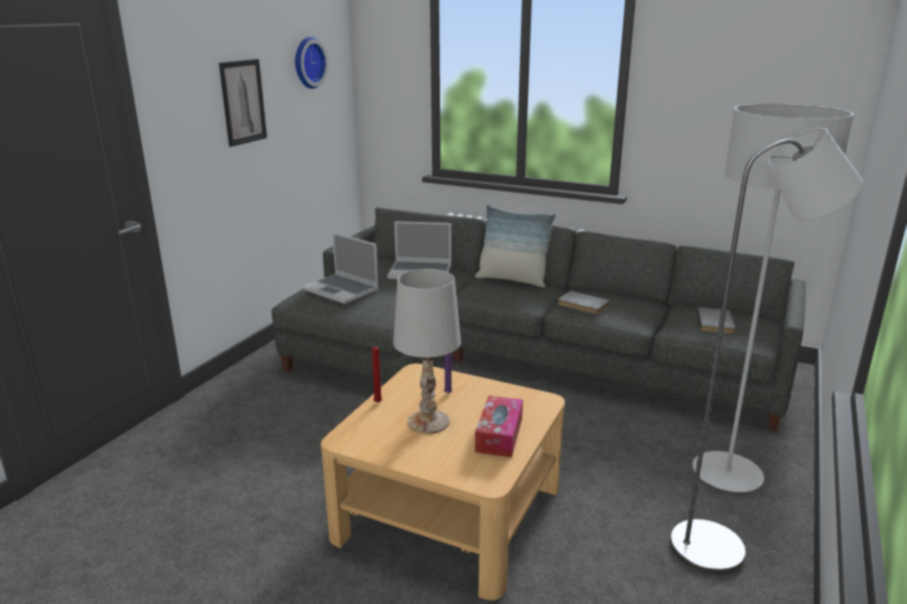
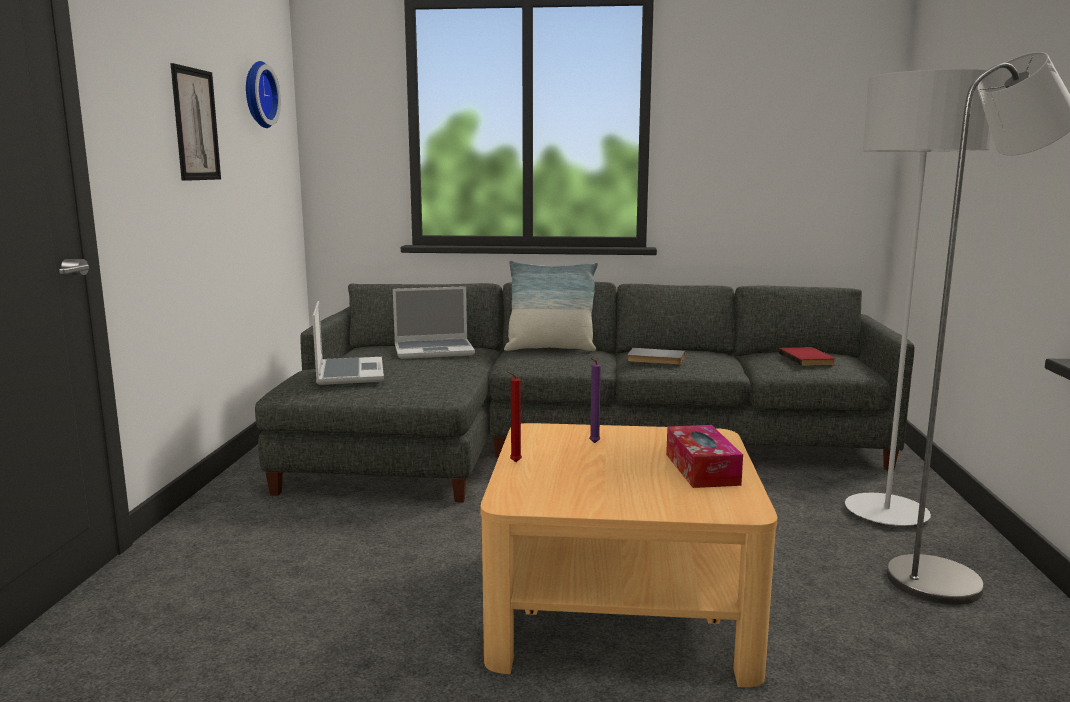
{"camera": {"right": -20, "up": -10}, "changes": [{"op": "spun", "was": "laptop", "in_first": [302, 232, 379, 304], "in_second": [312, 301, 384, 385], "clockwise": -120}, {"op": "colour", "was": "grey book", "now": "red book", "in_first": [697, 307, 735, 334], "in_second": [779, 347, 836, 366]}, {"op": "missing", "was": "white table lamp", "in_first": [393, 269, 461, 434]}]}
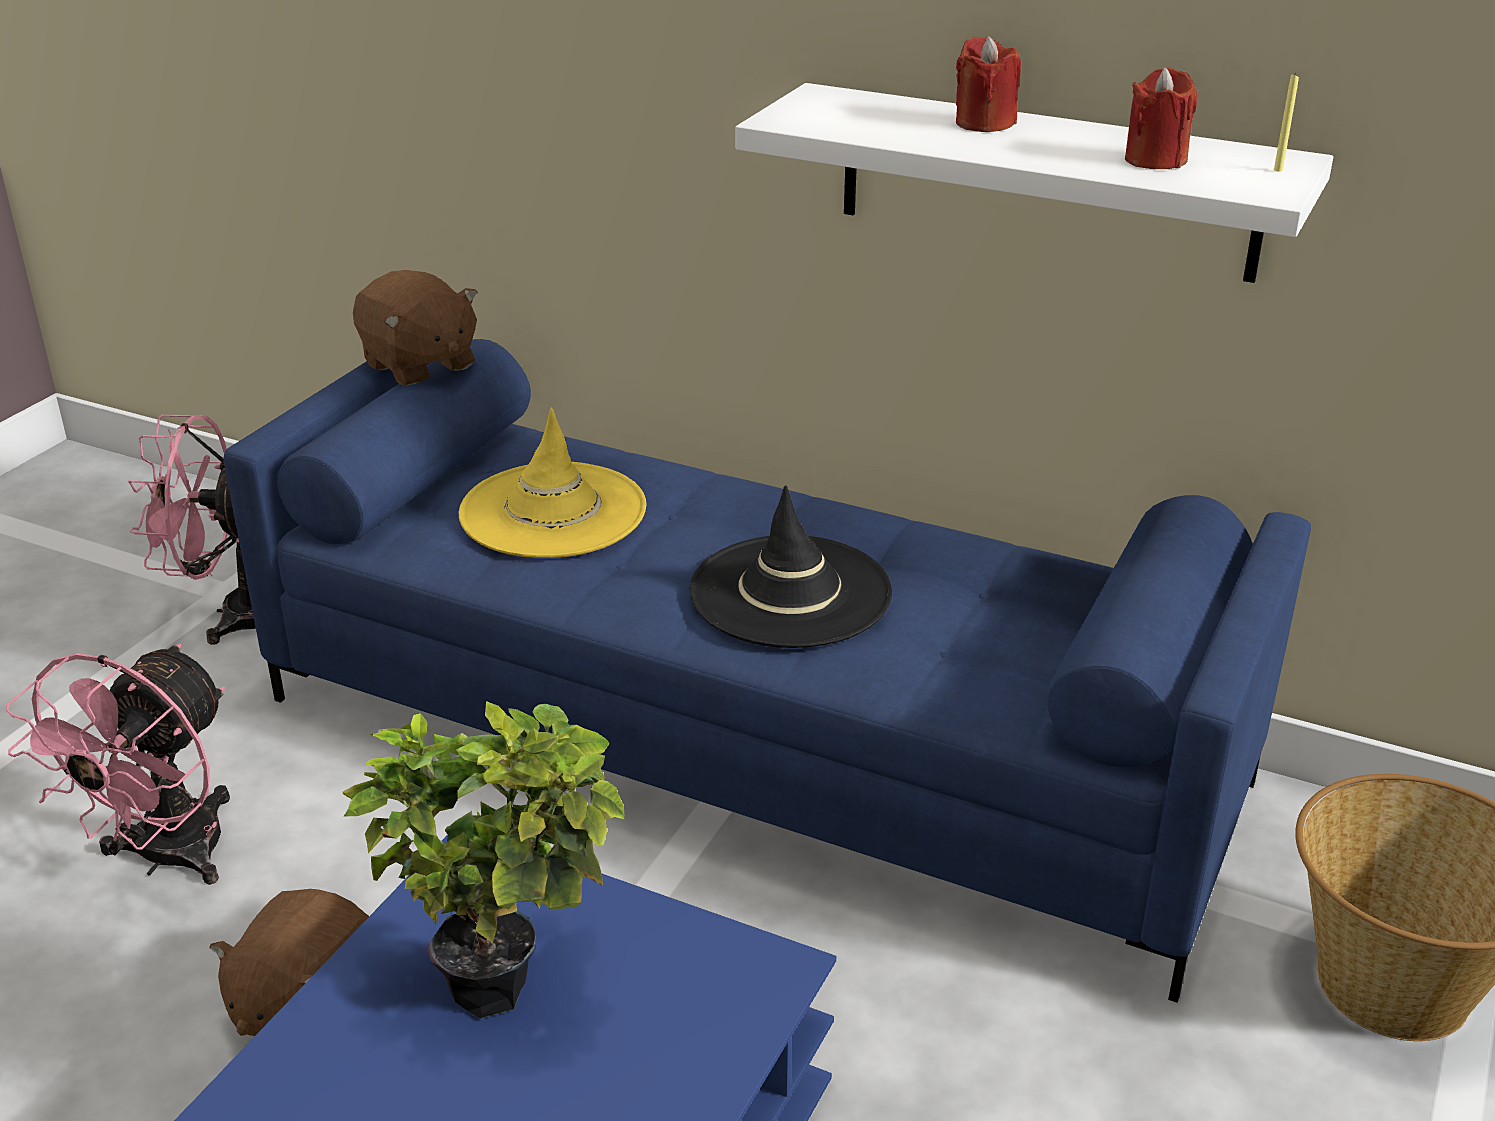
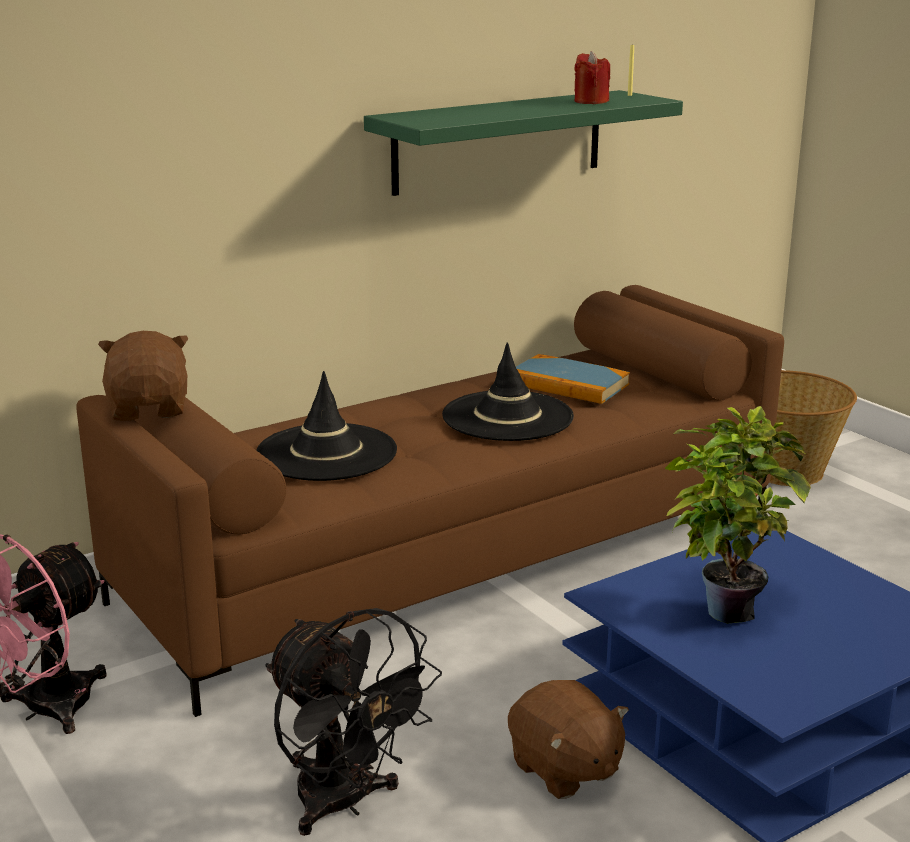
{"camera": {"right": -60, "up": -10}, "changes": [{"op": "colour", "was": "blue sofa", "now": "brown sofa", "in_first": [224, 339, 1311, 1003], "in_second": [77, 285, 784, 717]}, {"op": "spun", "was": "brown plush toy", "in_first": [353, 270, 478, 386], "in_second": [98, 331, 189, 421], "clockwise": -90}, {"op": "colour", "was": "yellow hat", "now": "black hat", "in_first": [459, 408, 647, 558], "in_second": [256, 371, 397, 481]}, {"op": "colour", "was": "pink fan", "now": "black fan", "in_first": [6, 643, 230, 885], "in_second": [265, 608, 442, 836]}, {"op": "colour", "was": "white shelf", "now": "green shelf", "in_first": [736, 83, 1333, 283], "in_second": [364, 90, 683, 196]}, {"op": "appeared", "now": "book", "in_second": [516, 354, 630, 404]}, {"op": "missing", "was": "red candle", "in_first": [956, 36, 1021, 132]}]}
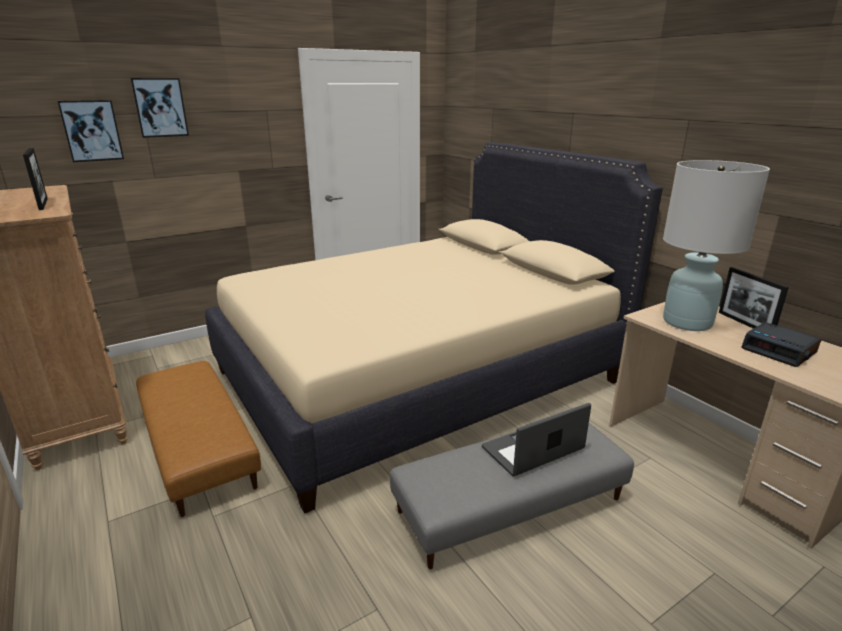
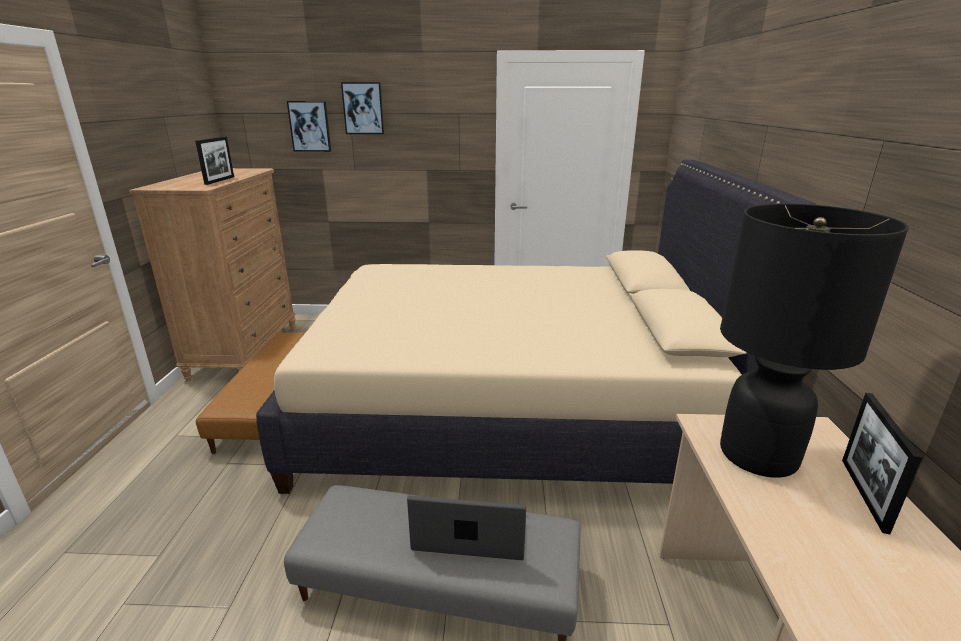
{"camera": {"right": 35, "up": 0}, "changes": [{"op": "colour", "was": "white table lamp", "now": "black table lamp", "in_first": [663, 160, 770, 331], "in_second": [720, 204, 909, 478]}, {"op": "missing", "was": "alarm clock", "in_first": [742, 322, 821, 367]}]}
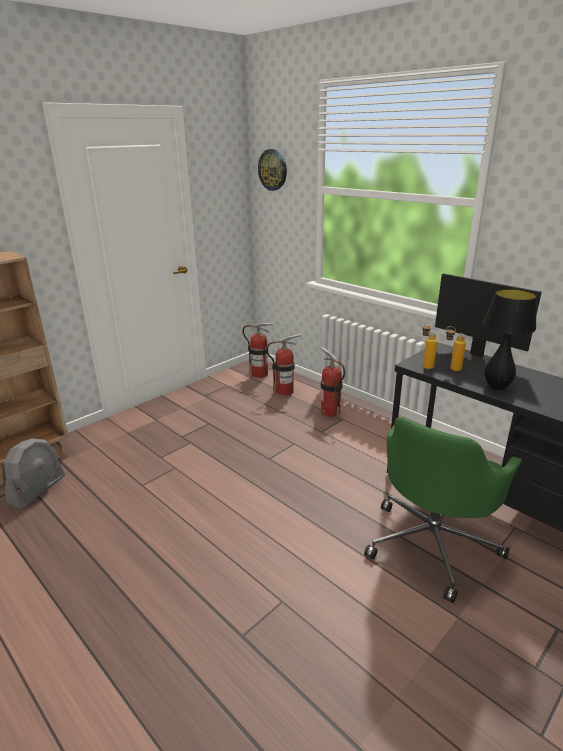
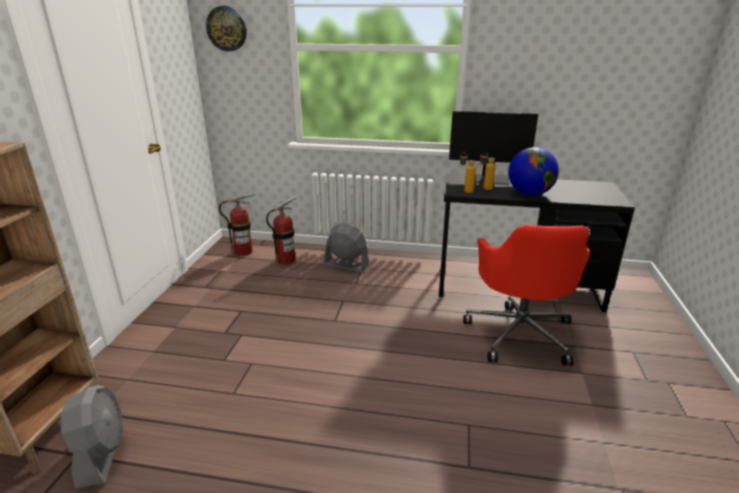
{"camera": {"right": -35, "up": 0}, "changes": [{"op": "exchanged", "was": "fire extinguisher", "now": "grey fan", "in_first": [320, 346, 345, 417], "in_second": [323, 223, 369, 273]}, {"op": "colour", "was": "green office chair", "now": "red office chair", "in_first": [364, 417, 522, 603], "in_second": [463, 225, 590, 366]}, {"op": "exchanged", "was": "black table lamp", "now": "globe", "in_first": [483, 289, 537, 390], "in_second": [508, 147, 559, 196]}]}
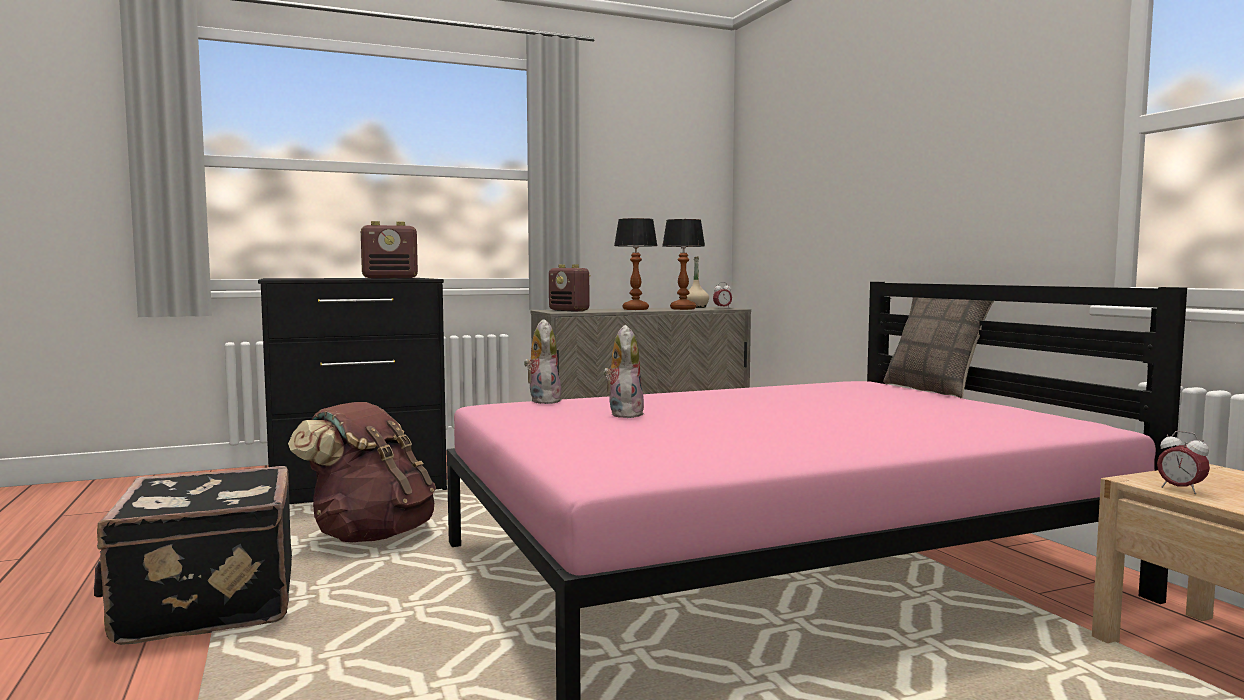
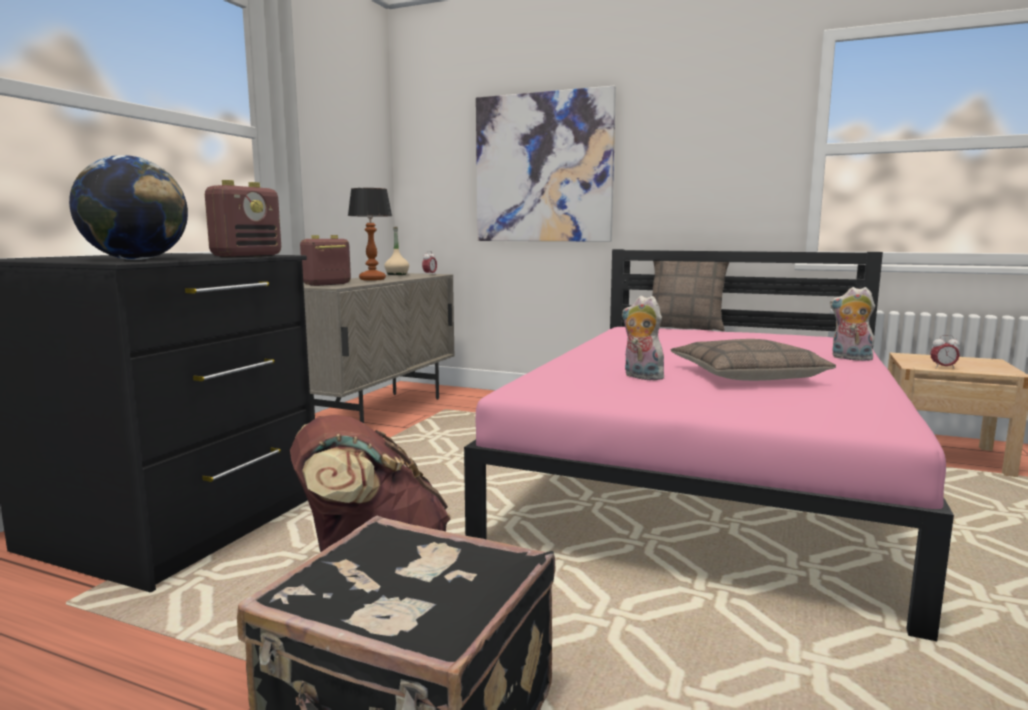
{"camera": {"right": -45, "up": 5}, "changes": [{"op": "appeared", "now": "globe", "in_second": [69, 155, 188, 260]}, {"op": "spun", "was": "radio", "in_first": [549, 264, 591, 312], "in_second": [300, 235, 351, 286], "clockwise": 135}, {"op": "appeared", "now": "picture", "in_second": [476, 86, 616, 242]}, {"op": "appeared", "now": "pillow", "in_second": [671, 339, 836, 381]}, {"op": "relocated", "was": "plush toy", "in_first": [524, 319, 561, 404], "in_second": [830, 287, 875, 361]}, {"op": "missing", "was": "table lamp", "in_first": [662, 219, 705, 310]}]}
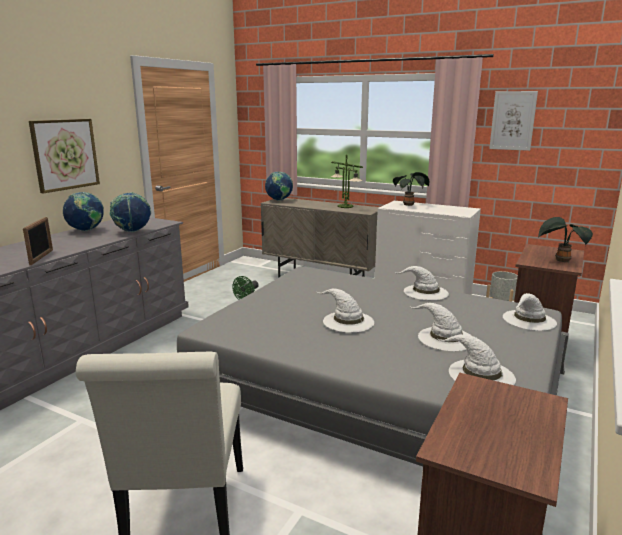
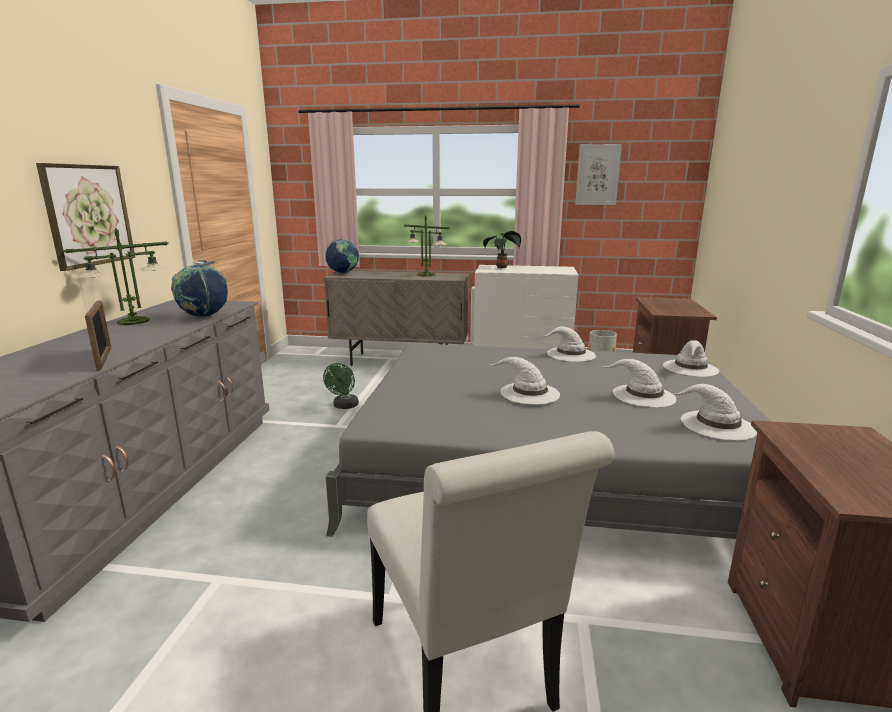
{"camera": {"right": -20, "up": 0}, "changes": [{"op": "exchanged", "was": "globe", "now": "table lamp", "in_first": [63, 192, 104, 231], "in_second": [64, 228, 169, 325]}, {"op": "missing", "was": "potted plant", "in_first": [538, 217, 593, 262]}]}
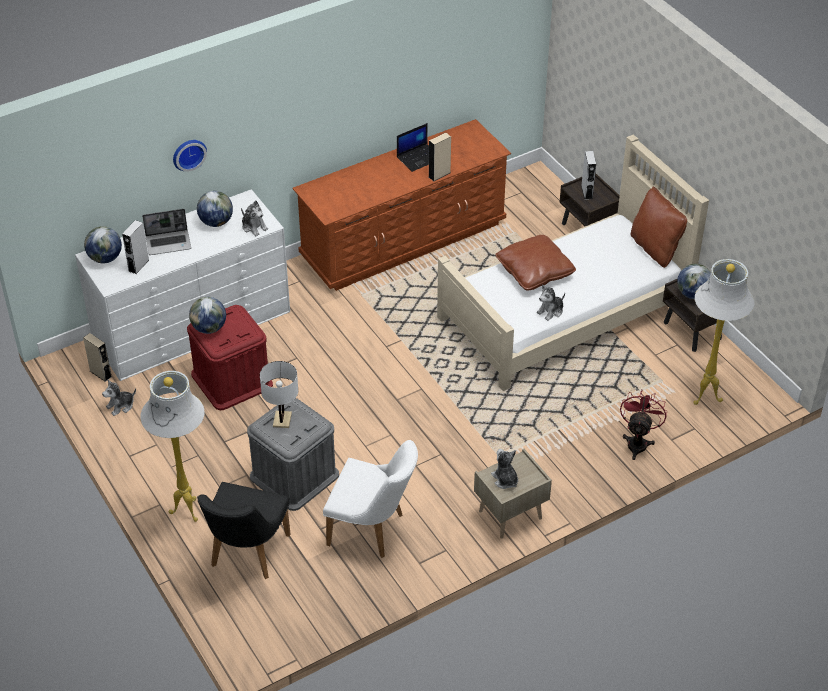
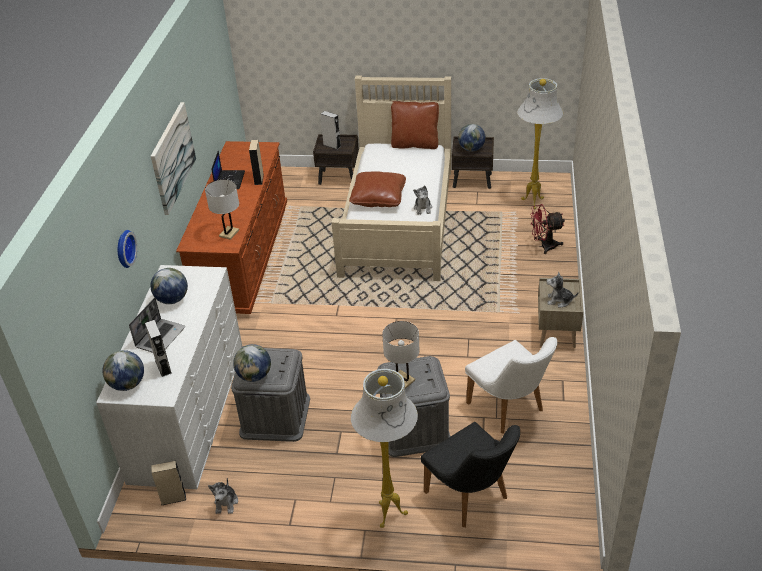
{"camera": {"right": -50, "up": -5}, "changes": [{"op": "appeared", "now": "picture", "in_second": [151, 102, 196, 215]}, {"op": "appeared", "now": "white table lamp", "in_second": [205, 179, 239, 240]}, {"op": "colour", "was": "red storage box", "now": "grey storage box", "in_first": [187, 305, 273, 410], "in_second": [231, 348, 310, 442]}, {"op": "spun", "was": "white chair", "in_first": [323, 440, 418, 558], "in_second": [465, 337, 557, 434], "clockwise": 90}, {"op": "spun", "was": "red fan", "in_first": [620, 390, 667, 460], "in_second": [530, 204, 565, 254], "clockwise": -60}, {"op": "missing", "was": "plush toy", "in_first": [241, 200, 268, 236]}]}
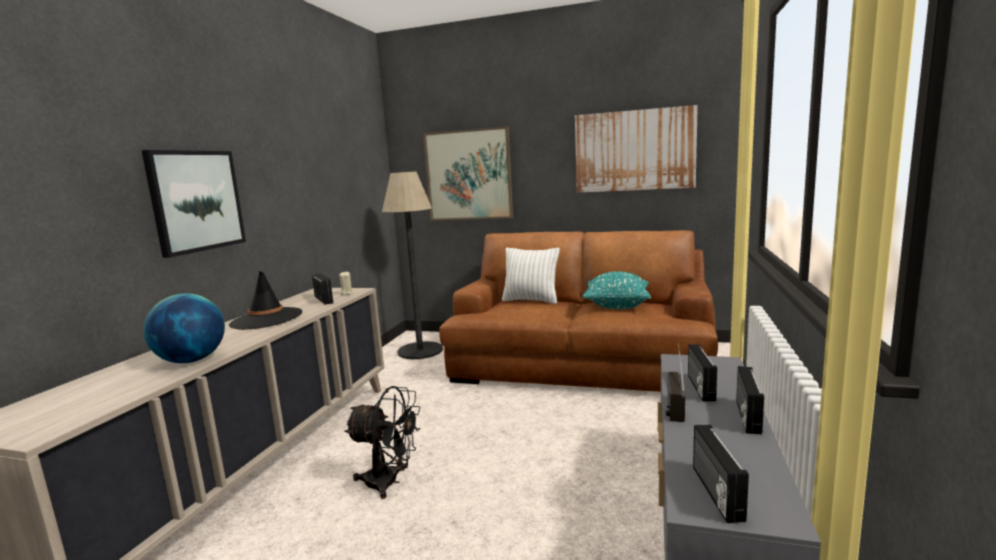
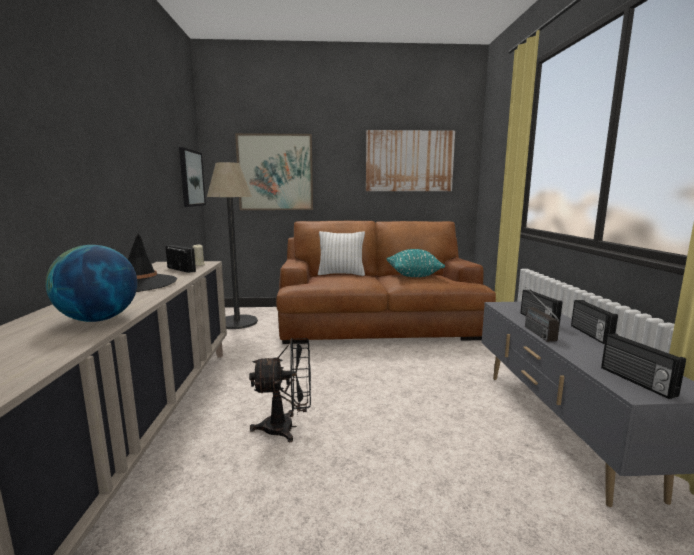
{"camera": {"right": -20, "up": 0}, "changes": [{"op": "relocated", "was": "picture", "in_first": [142, 150, 246, 258], "in_second": [179, 147, 206, 207]}]}
